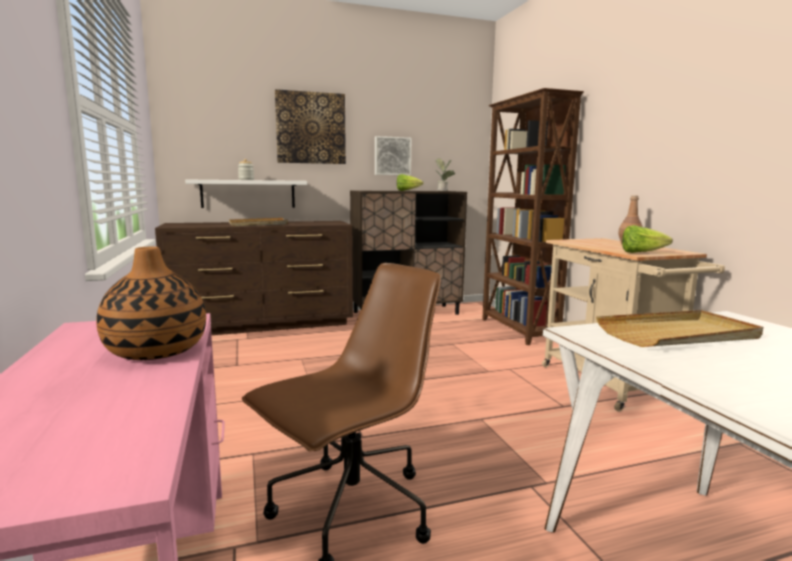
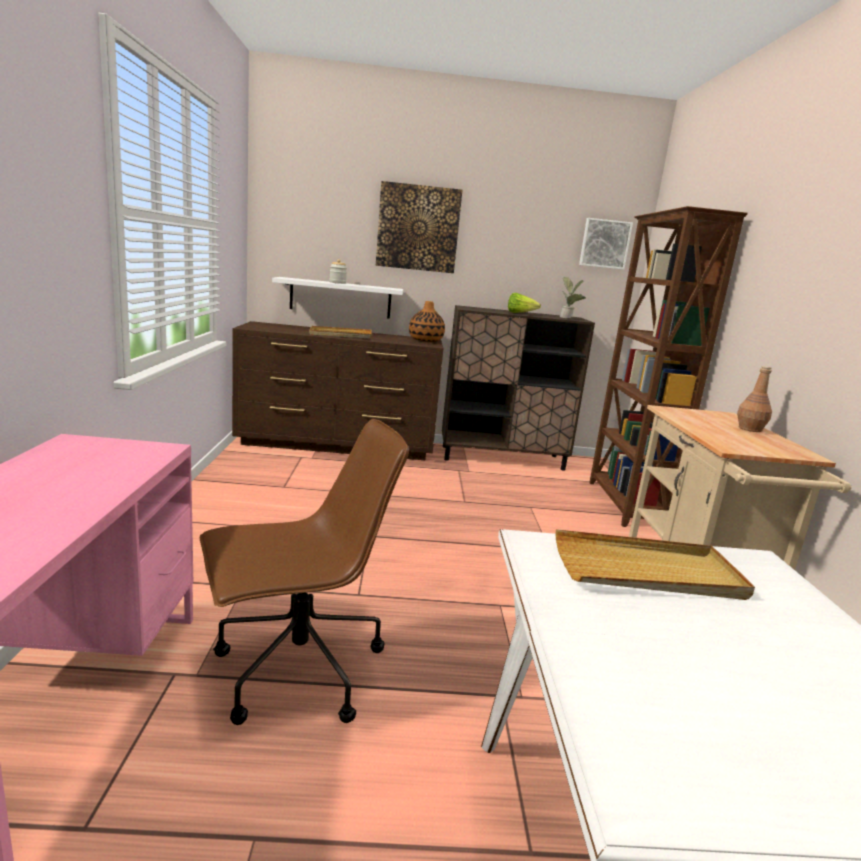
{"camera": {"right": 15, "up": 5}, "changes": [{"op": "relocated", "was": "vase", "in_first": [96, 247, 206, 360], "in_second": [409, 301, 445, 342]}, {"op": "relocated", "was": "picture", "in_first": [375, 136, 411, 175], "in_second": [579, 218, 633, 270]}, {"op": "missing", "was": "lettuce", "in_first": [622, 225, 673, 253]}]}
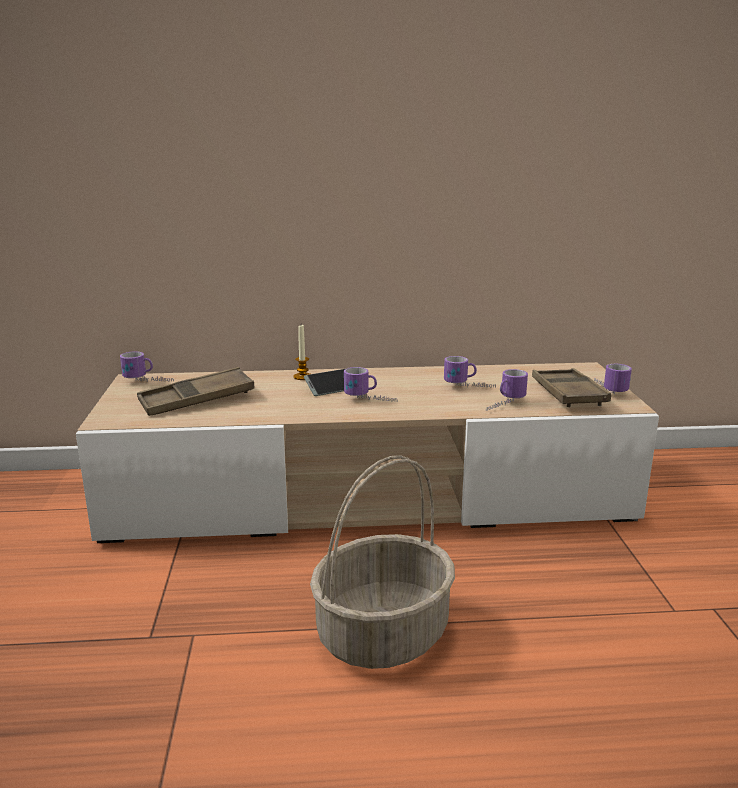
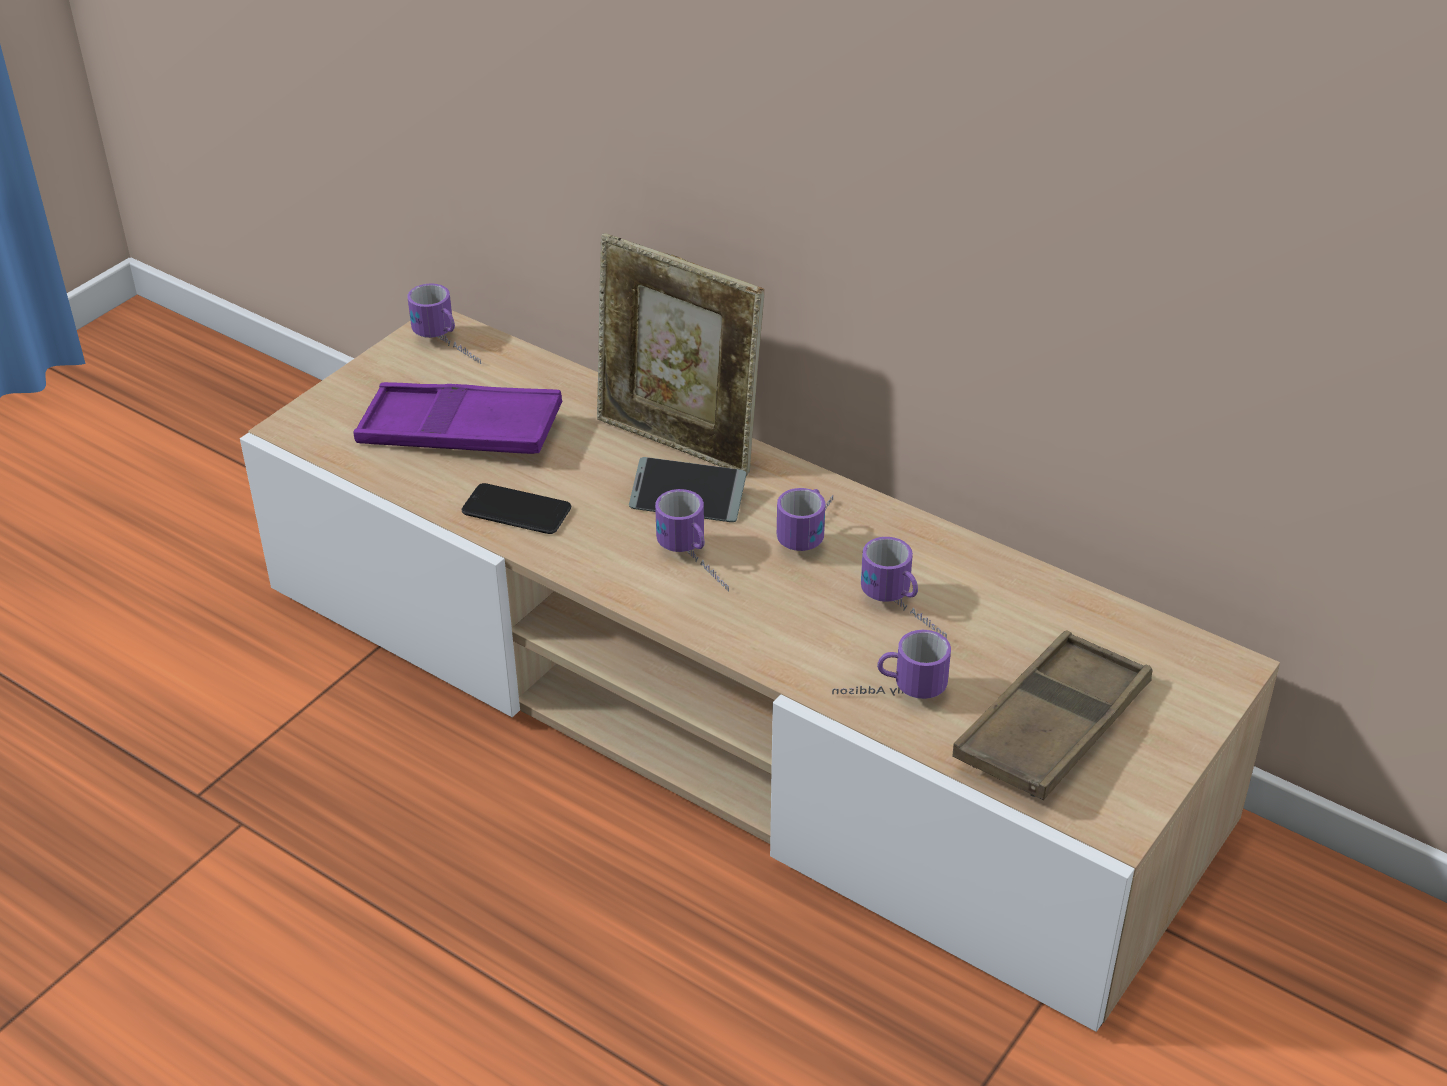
{"camera": {"right": 40, "up": 20}, "changes": [{"op": "colour", "was": "brown tray", "now": "purple tray", "in_first": [137, 367, 255, 416], "in_second": [354, 382, 562, 454]}, {"op": "appeared", "now": "phone", "in_second": [462, 483, 571, 534]}, {"op": "exchanged", "was": "candle", "now": "picture frame", "in_first": [294, 325, 310, 380], "in_second": [597, 233, 764, 477]}, {"op": "relocated", "was": "mug", "in_first": [594, 364, 632, 394], "in_second": [777, 488, 833, 551]}, {"op": "missing", "was": "basket", "in_first": [310, 455, 455, 669]}]}
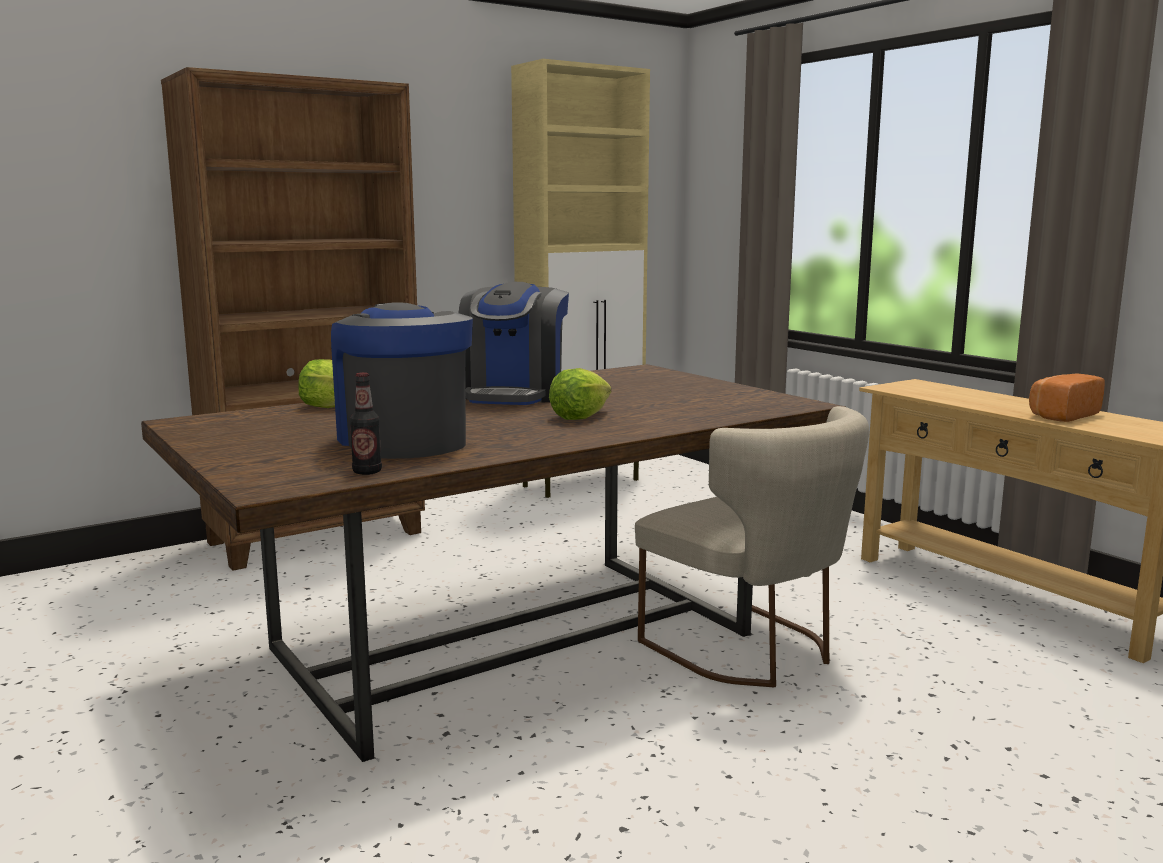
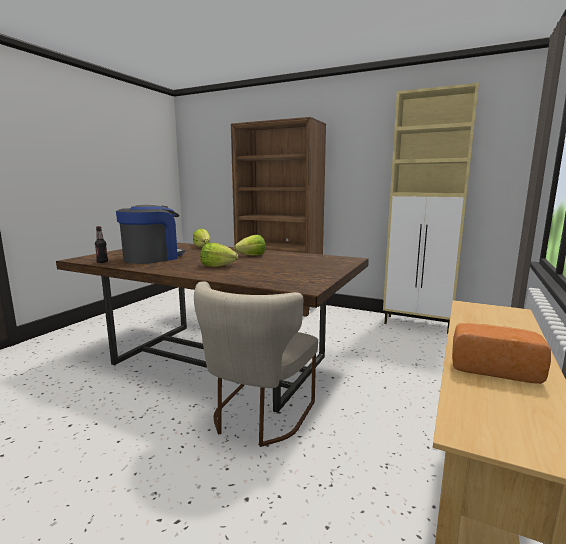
{"camera": {"right": 60, "up": 0}, "changes": [{"op": "exchanged", "was": "coffee machine", "now": "lettuce", "in_first": [459, 282, 569, 405], "in_second": [234, 235, 266, 255]}]}
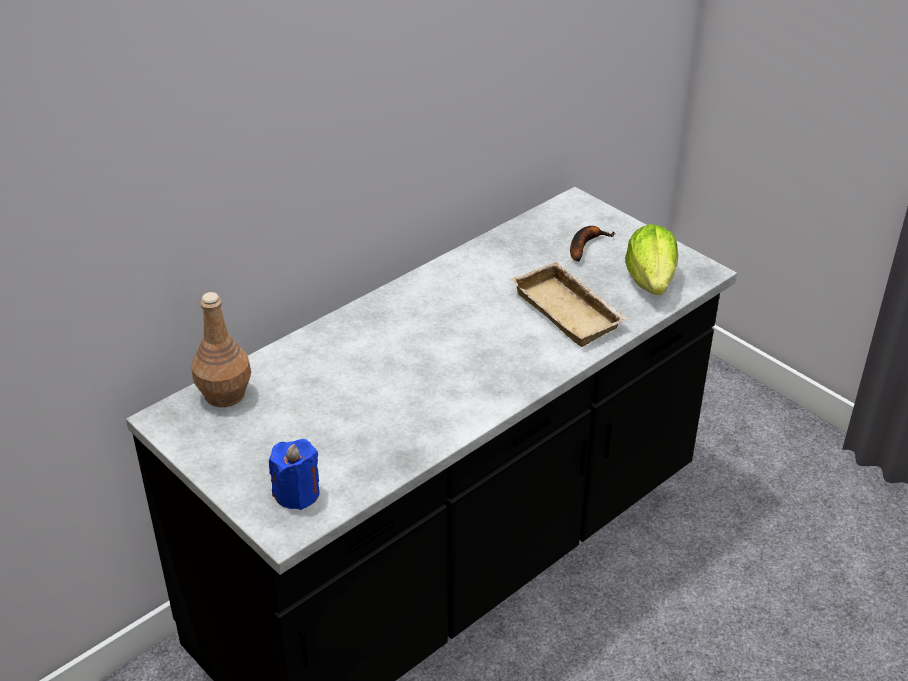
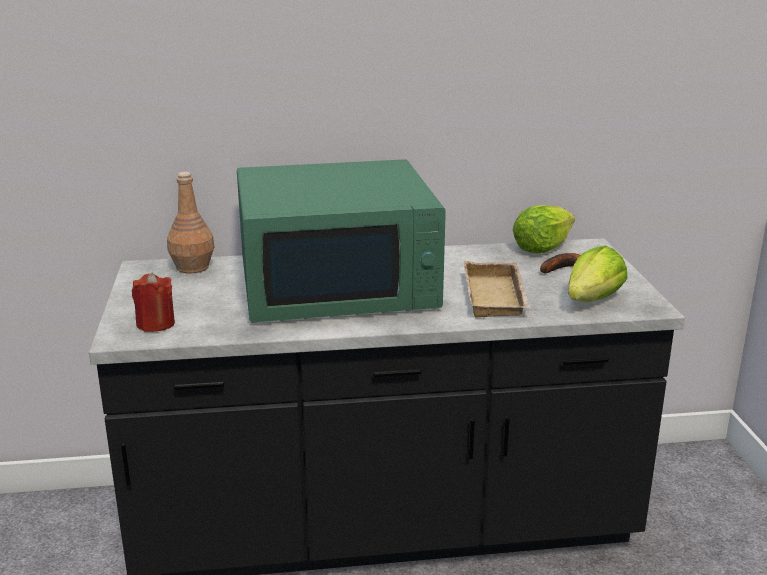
{"camera": {"right": 35, "up": -15}, "changes": [{"op": "colour", "was": "blue candle", "now": "red candle", "in_first": [269, 439, 319, 510], "in_second": [132, 272, 175, 332]}, {"op": "appeared", "now": "green microwave", "in_second": [237, 159, 446, 322]}, {"op": "appeared", "now": "lettuce", "in_second": [513, 205, 575, 254]}]}
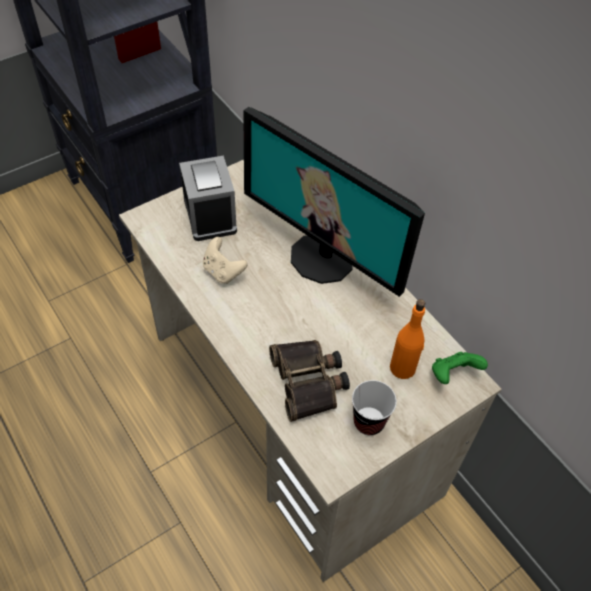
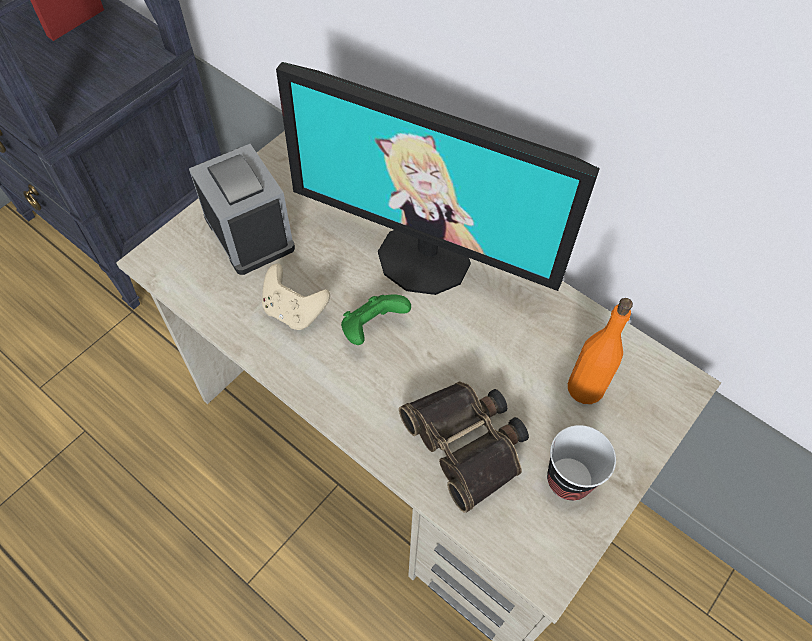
{"camera": {"right": -15, "up": 5}, "changes": [{"op": "relocated", "was": "green game controller", "in_first": [432, 352, 488, 384], "in_second": [341, 295, 411, 345]}]}
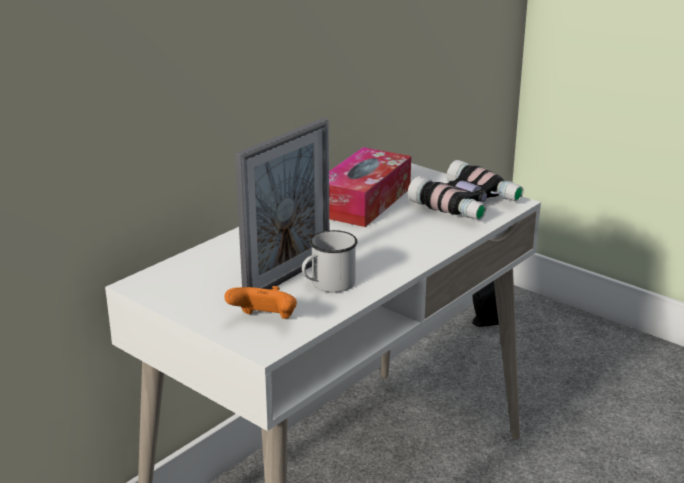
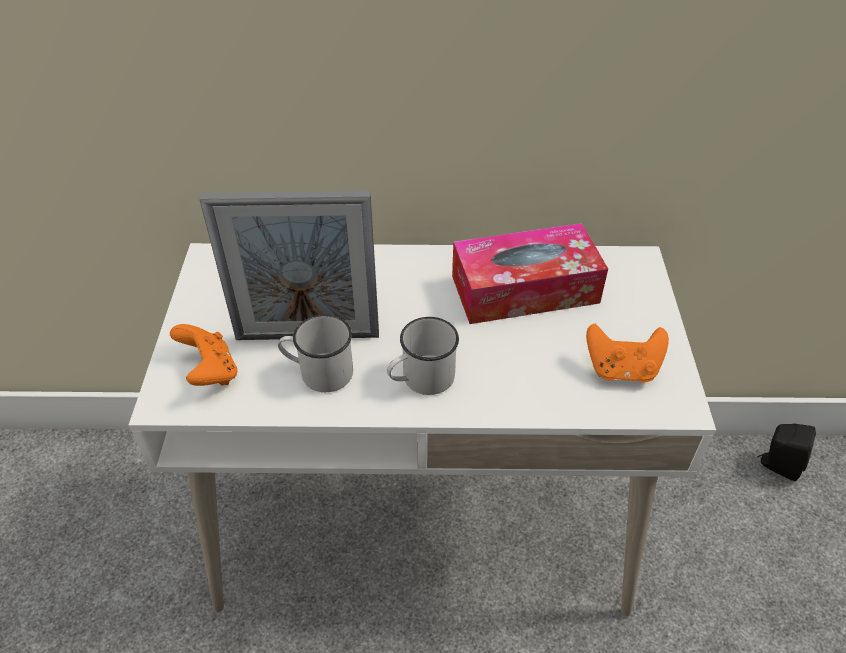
{"camera": {"right": 50, "up": 20}, "changes": [{"op": "appeared", "now": "white mug", "in_second": [387, 317, 459, 395]}, {"op": "exchanged", "was": "binoculars", "now": "orange game controller", "in_first": [407, 160, 524, 220], "in_second": [586, 324, 669, 383]}]}
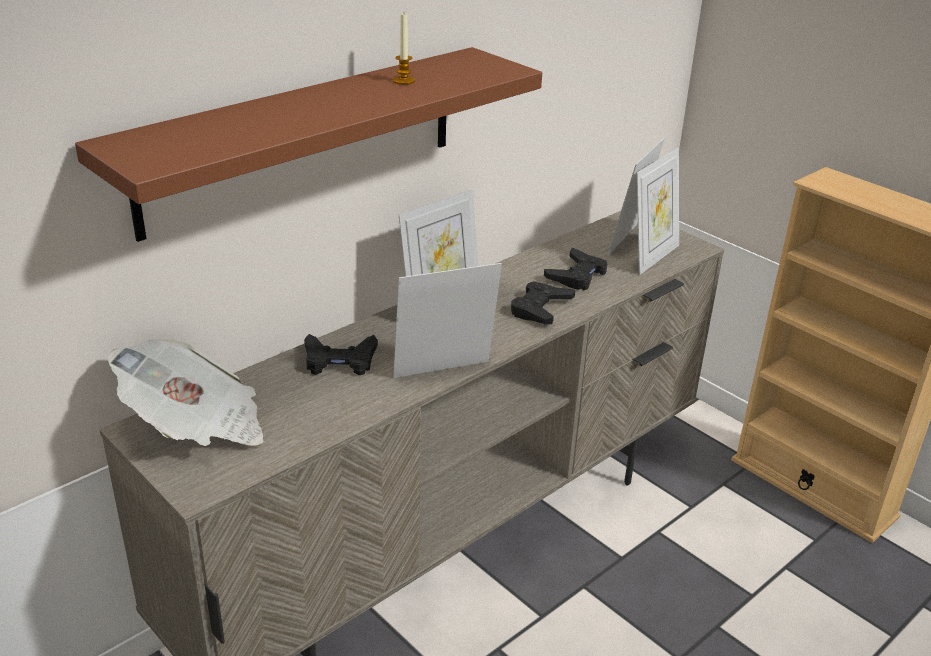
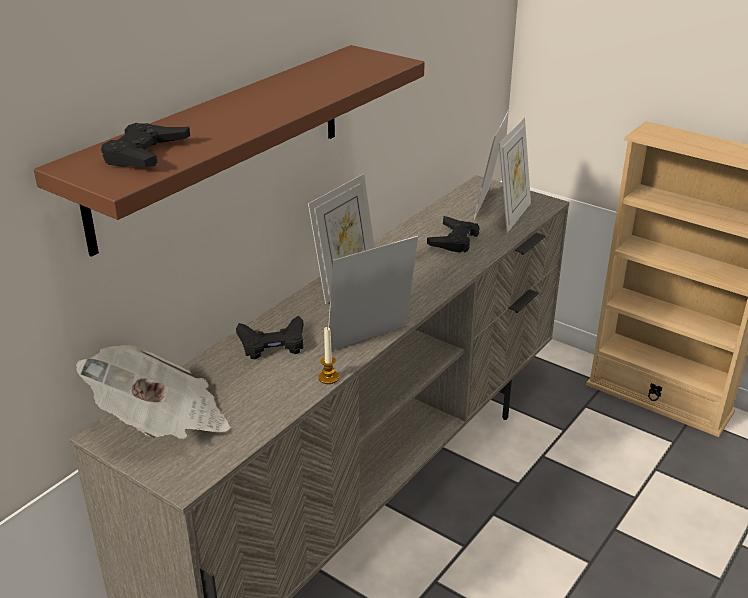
{"camera": {"right": -10, "up": 0}, "changes": [{"op": "relocated", "was": "black game controller", "in_first": [511, 281, 575, 324], "in_second": [101, 123, 190, 167]}, {"op": "relocated", "was": "candle", "in_first": [392, 13, 415, 85], "in_second": [318, 327, 339, 384]}]}
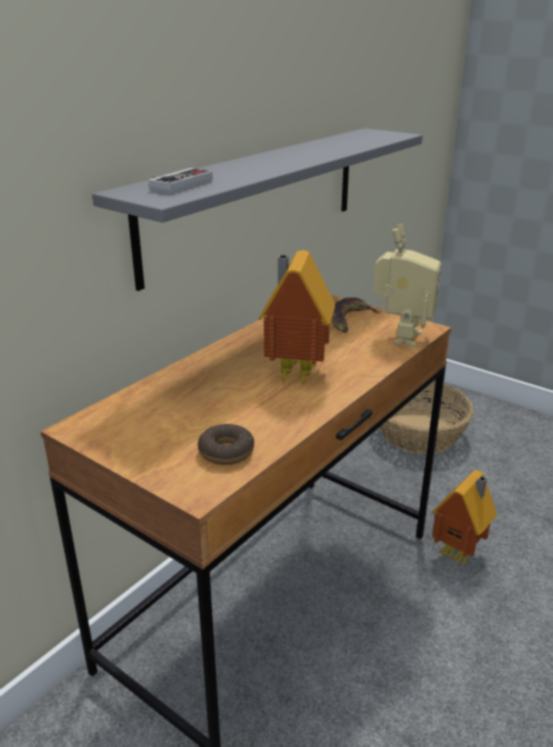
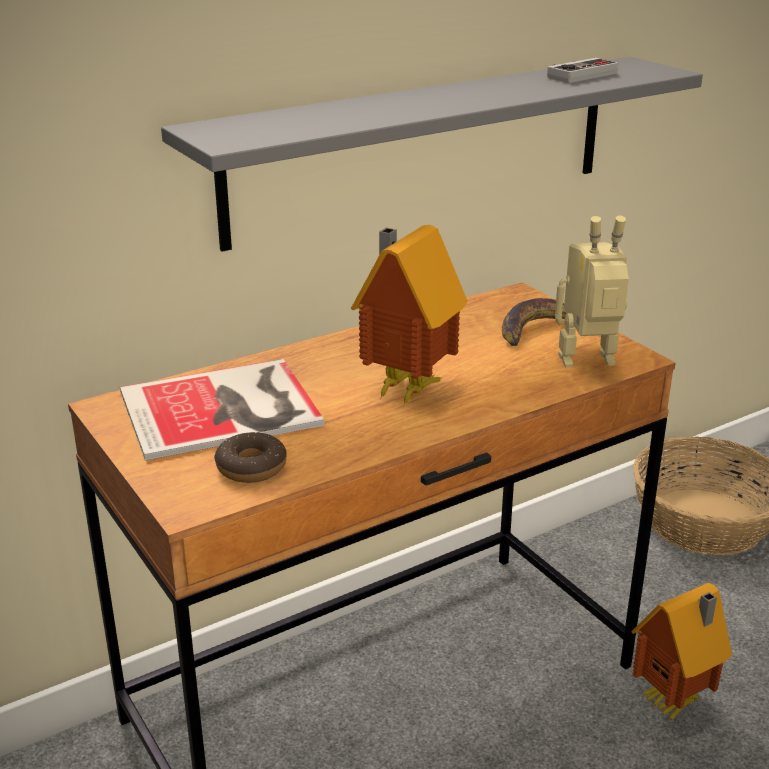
{"camera": {"right": 20, "up": 0}, "changes": [{"op": "appeared", "now": "book", "in_second": [120, 359, 324, 461]}, {"op": "relocated", "was": "game controller", "in_first": [149, 168, 213, 194], "in_second": [547, 58, 618, 83]}, {"op": "spun", "was": "toy robot", "in_first": [373, 224, 441, 347], "in_second": [555, 216, 629, 368], "clockwise": -135}]}
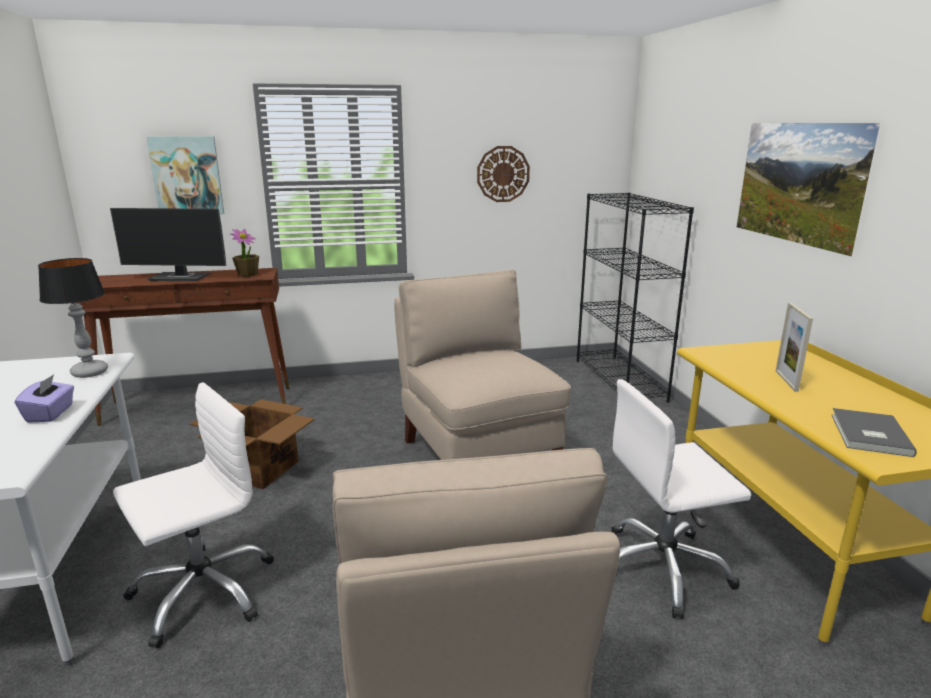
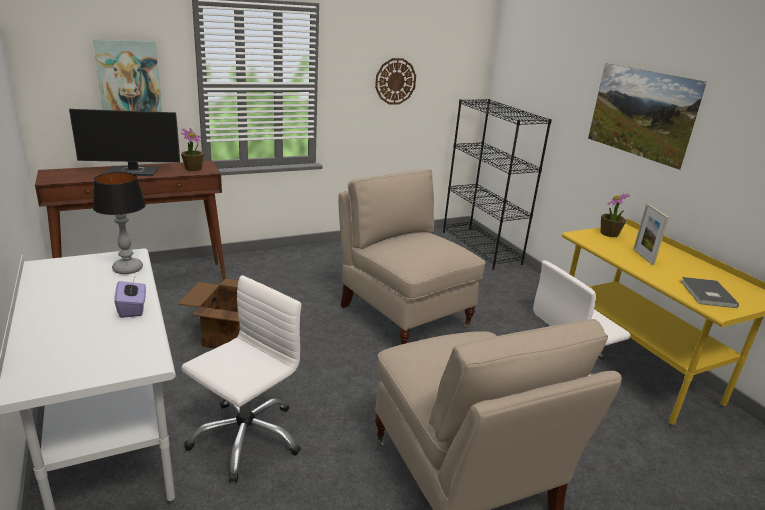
{"camera": {"right": -15, "up": 5}, "changes": [{"op": "appeared", "now": "potted plant", "in_second": [601, 193, 630, 237]}]}
